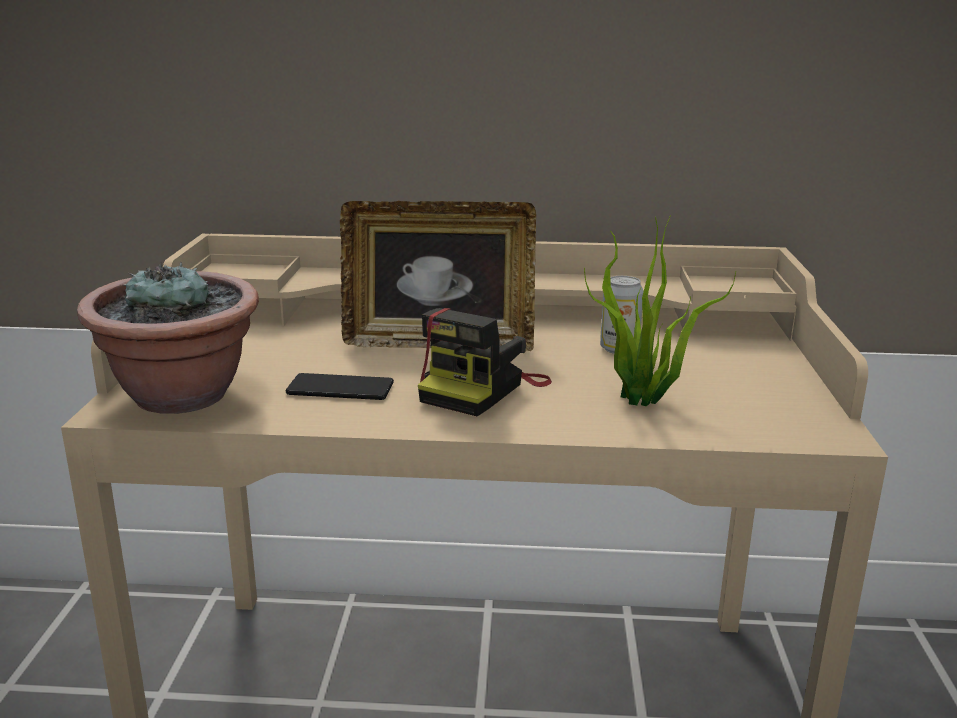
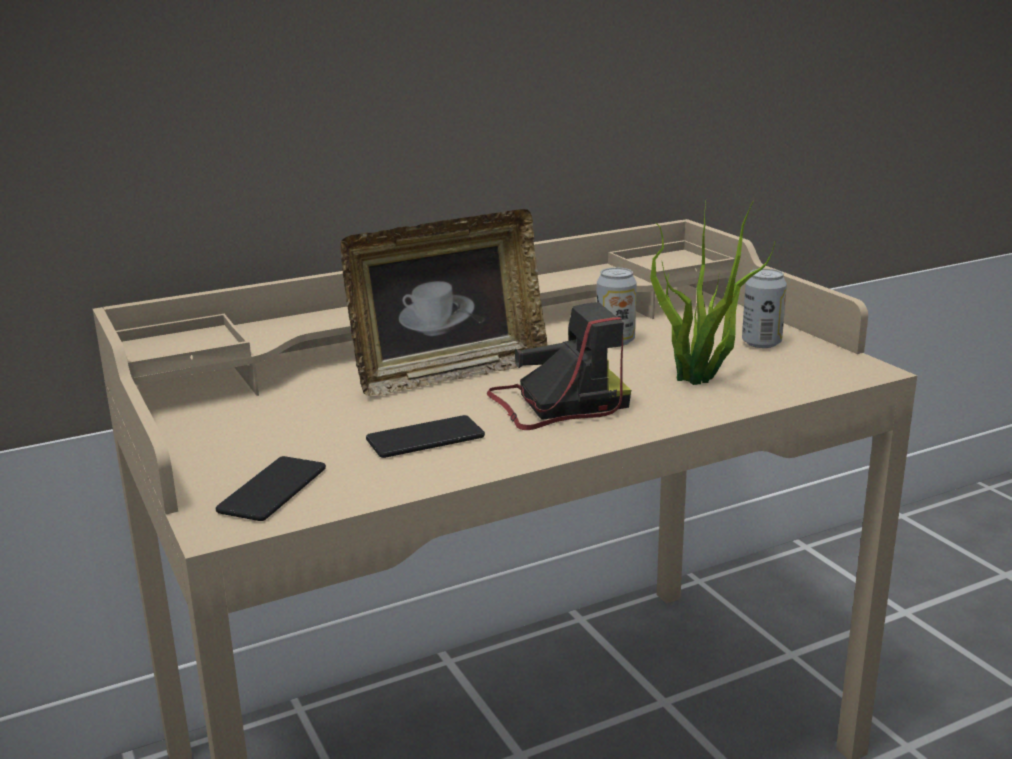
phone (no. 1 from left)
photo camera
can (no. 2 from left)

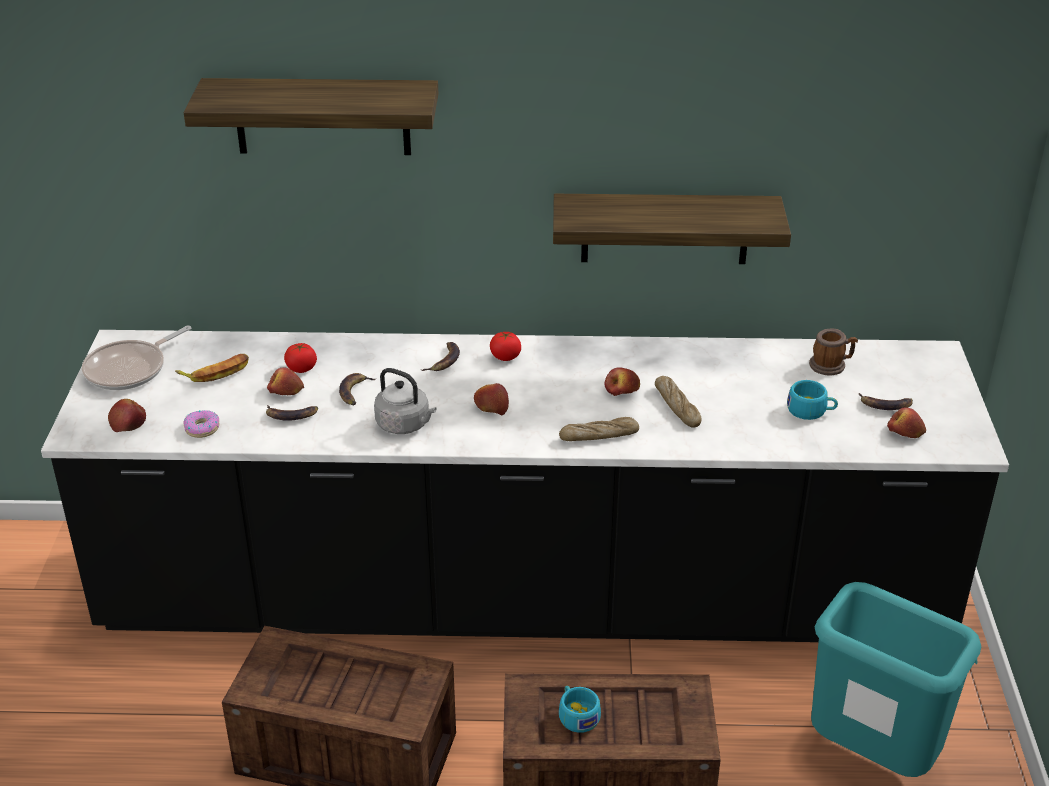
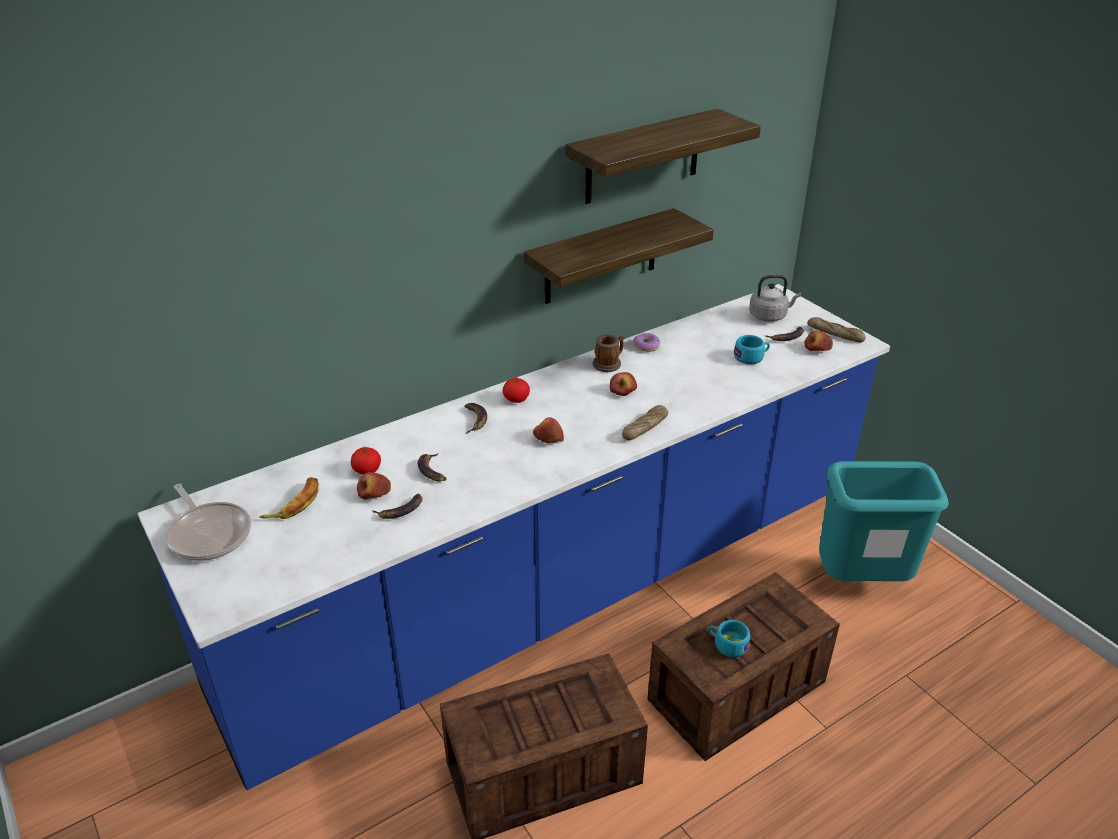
counter (blue)
frying pan
apple (no. 1 from left in the first image)
donut
shelf (no. 2 from left)
kettle (grey)
bread (no. 2 from left)
mug

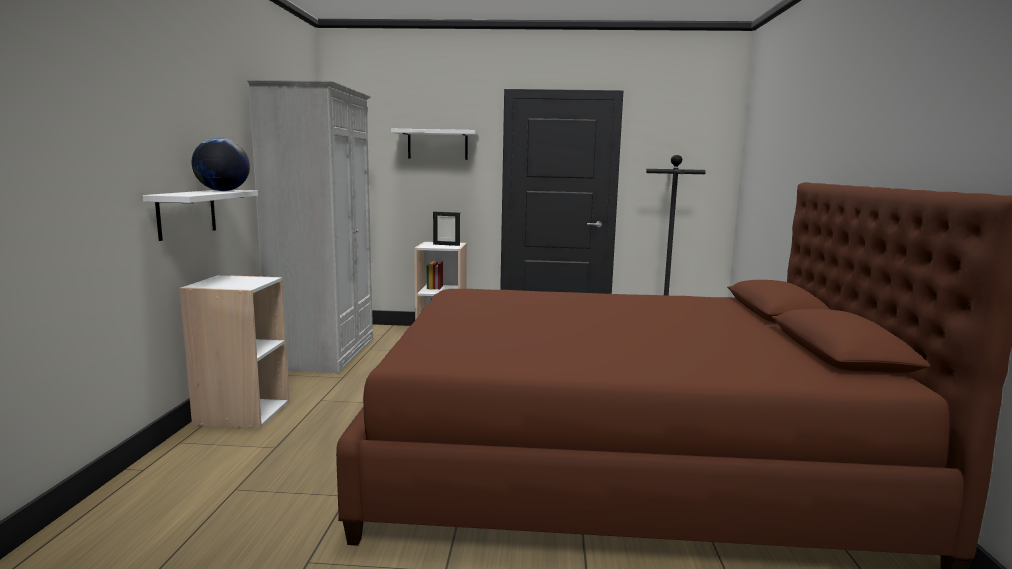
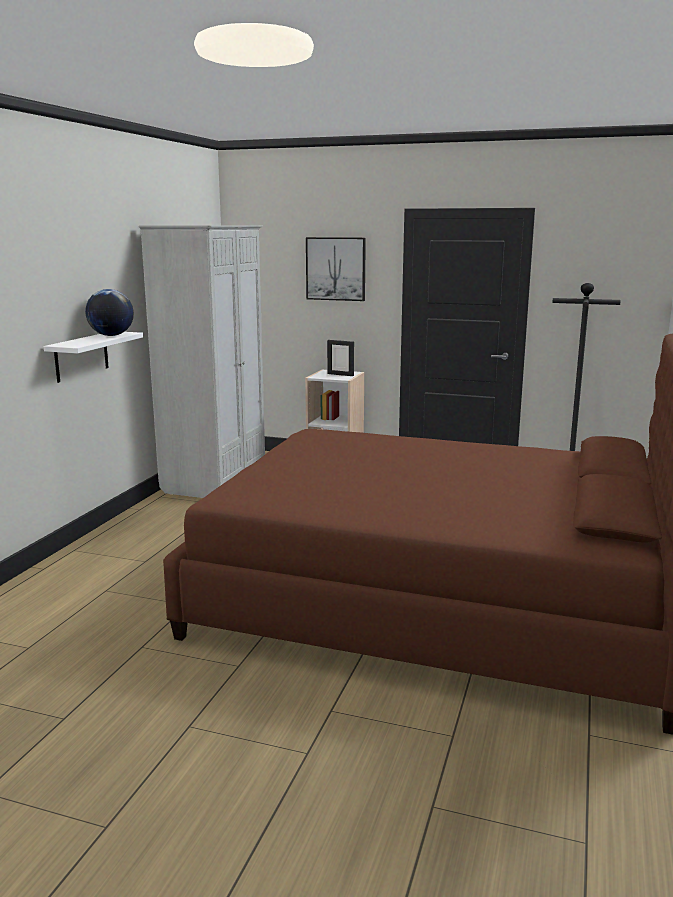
bookcase (no. 1 from left in the first image)
picture

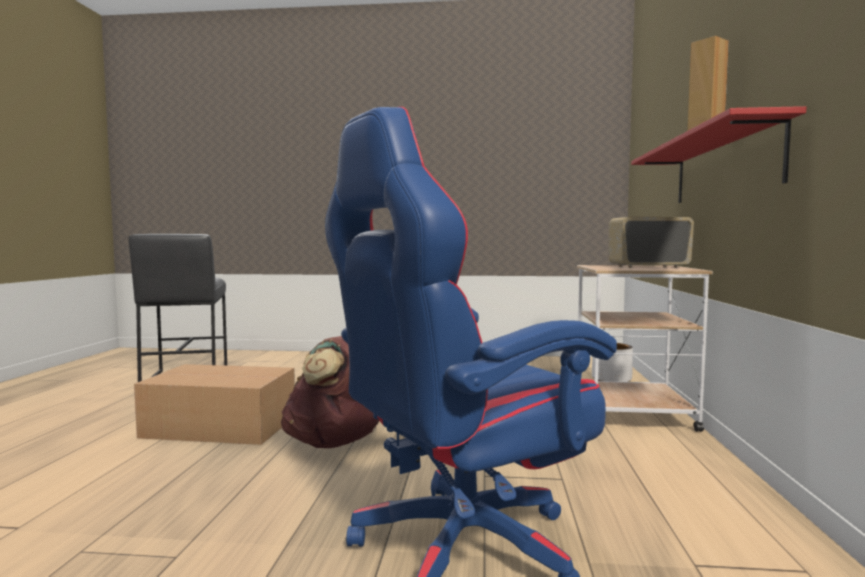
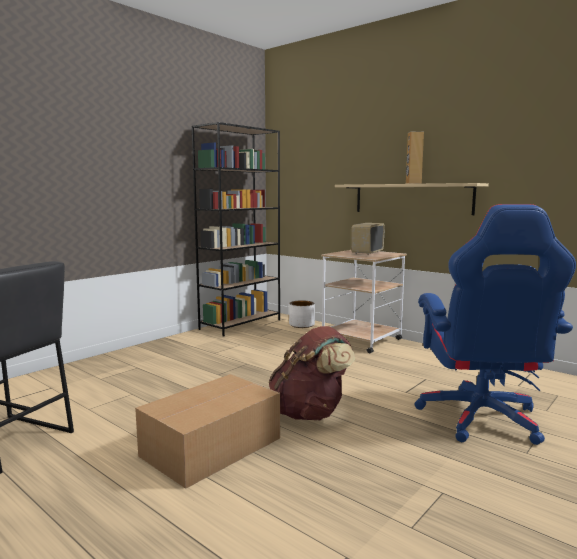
shelf (beige)
bookcase (beige)

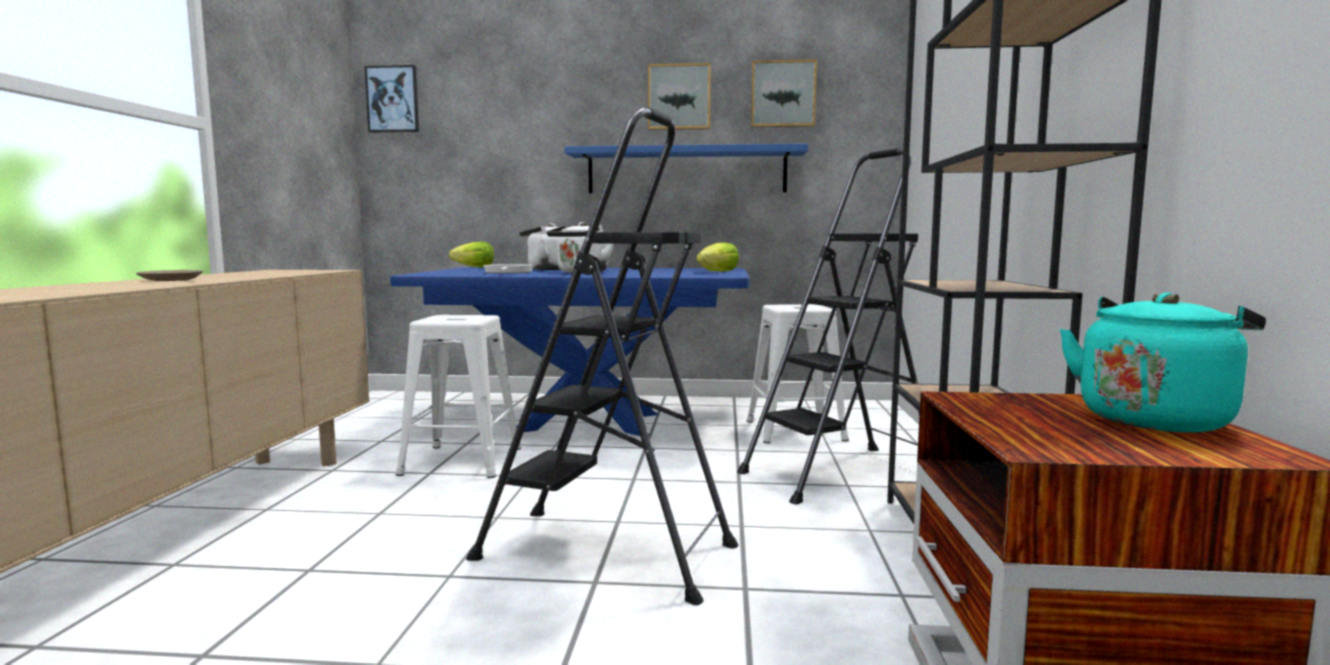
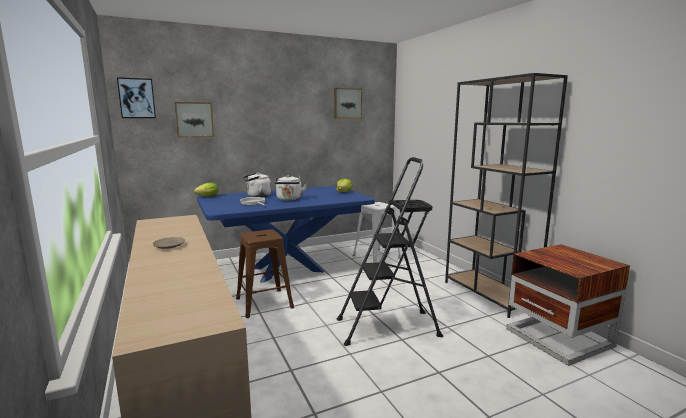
stool (brown)
shelf (blue)
picture (no. 2 from left)
step ladder (no. 2 from left in the first image)
kettle (turquoise)

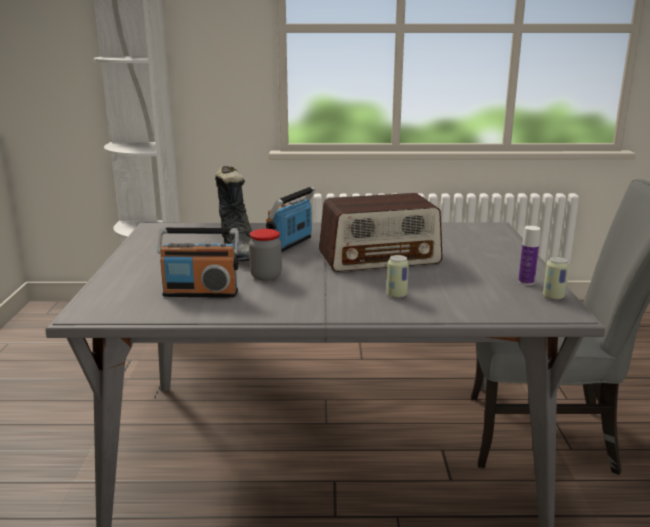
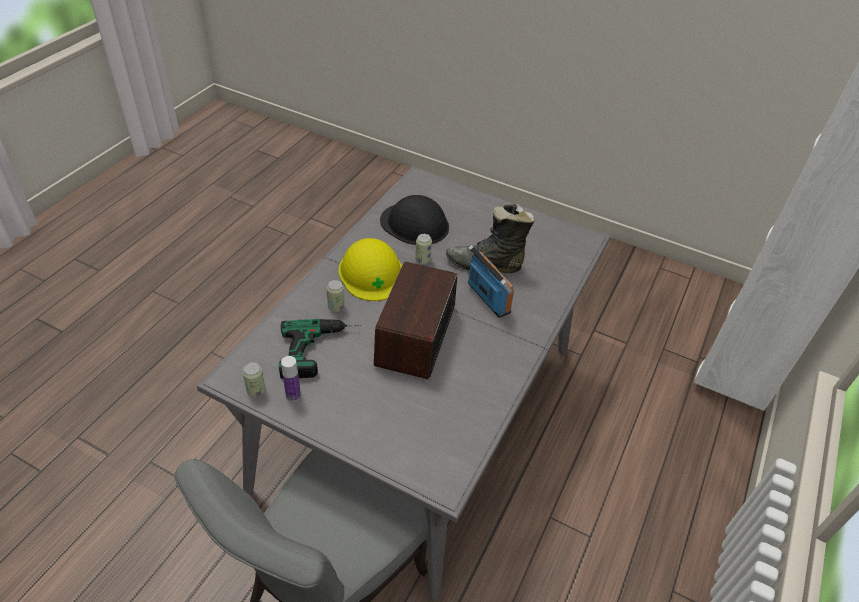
hard hat (black)
can (no. 3 from left)
power drill
hard hat (yellow)

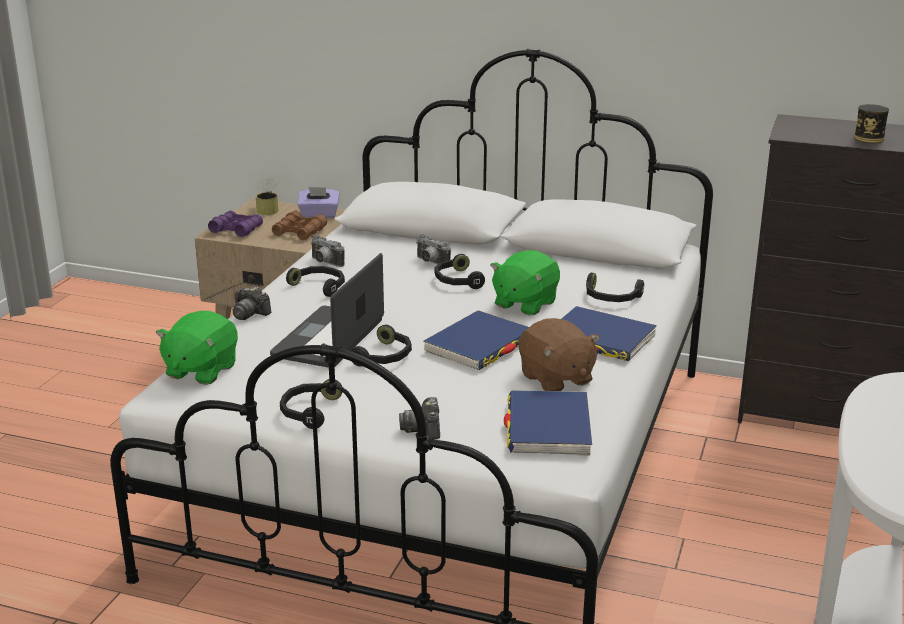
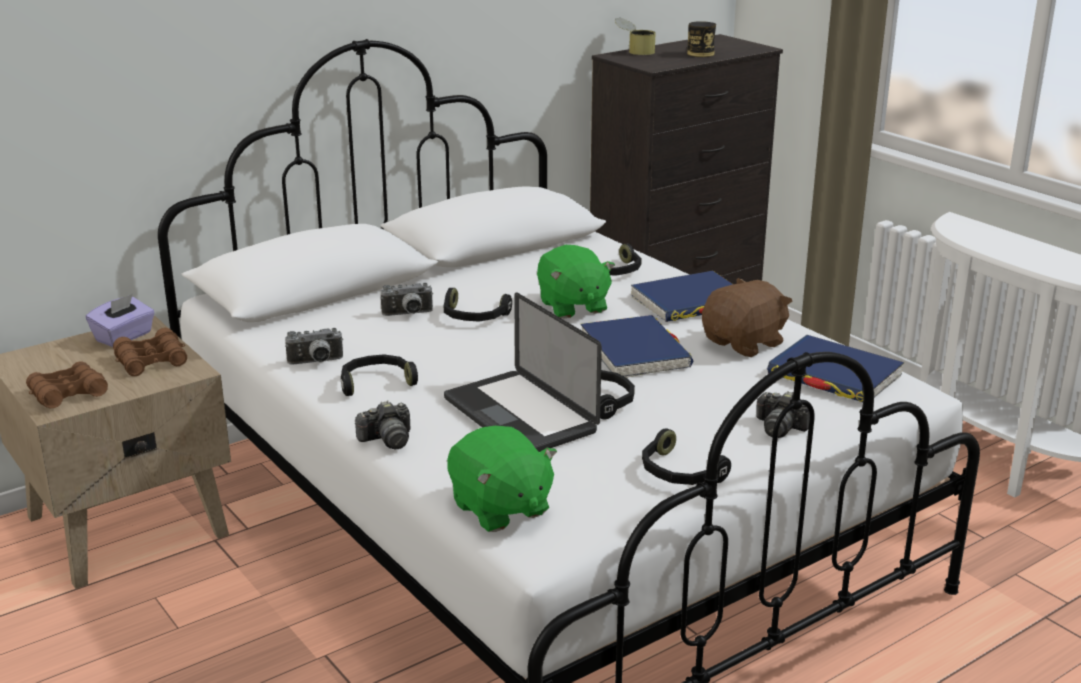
binoculars (brown) (no. 1 from left)
can (no. 1 from left)
plush toy (brown)

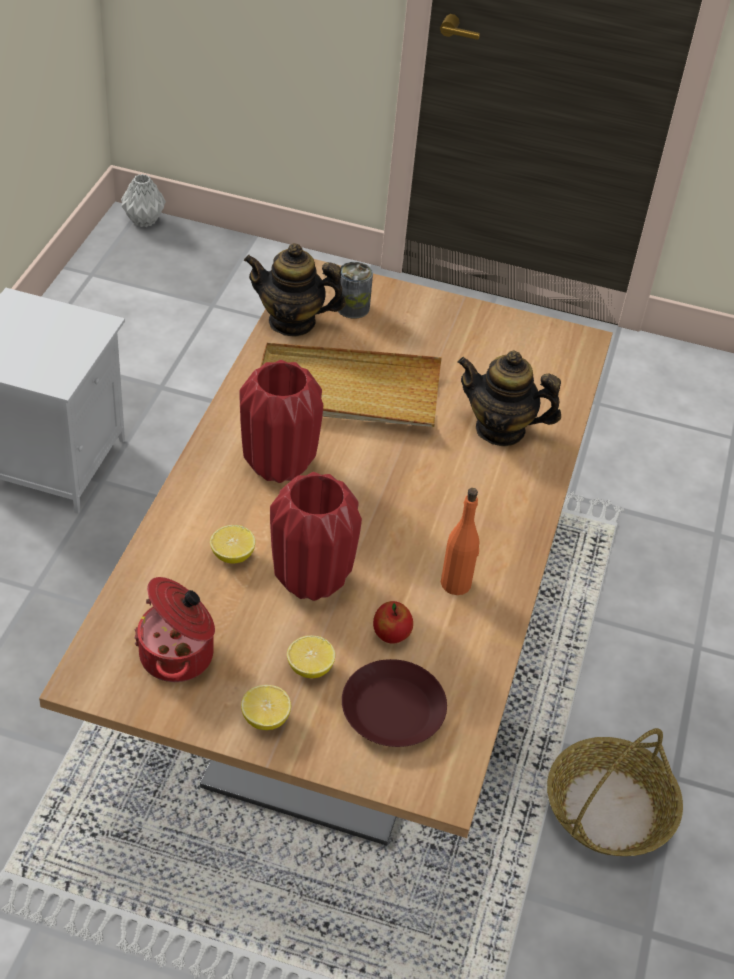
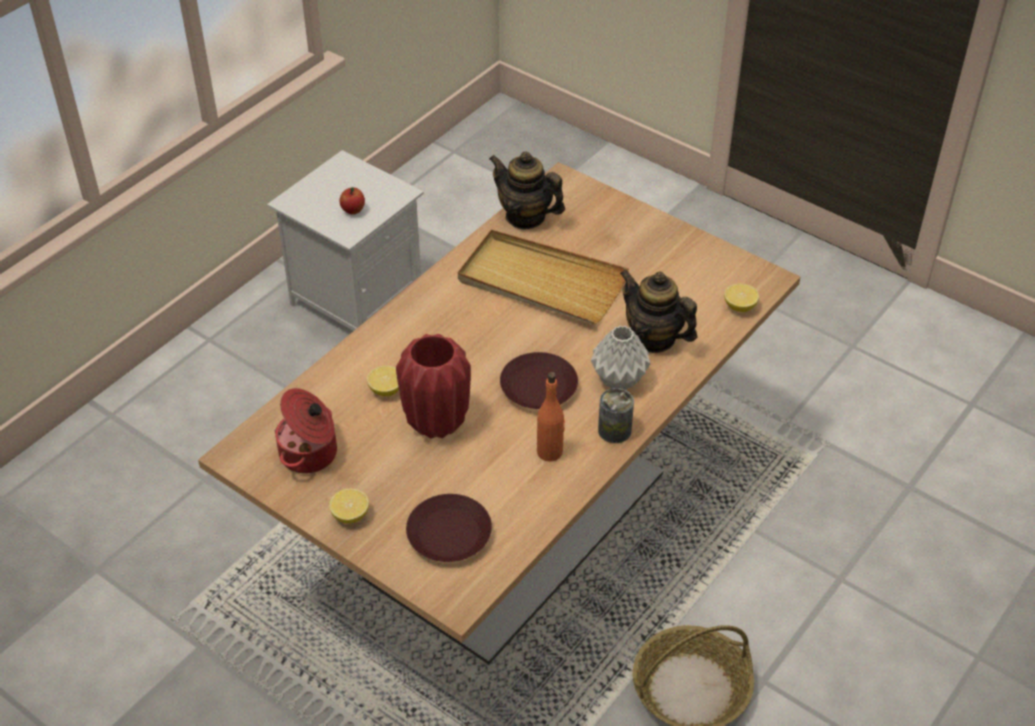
vase (grey)
vase (red) (no. 1 from left in the first image)
lemon (no. 3 from left)
can
apple
plate (brown) (no. 2 from left)

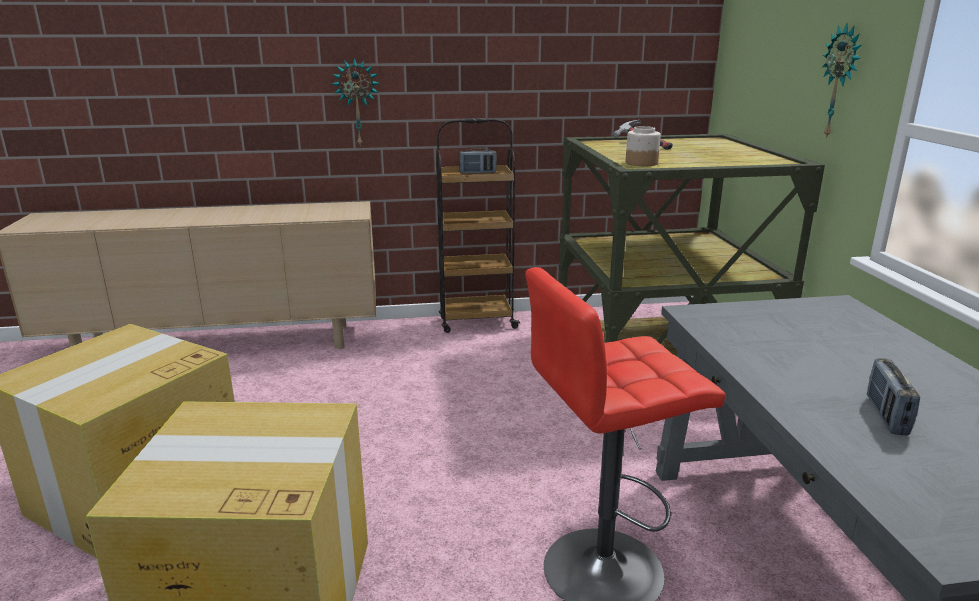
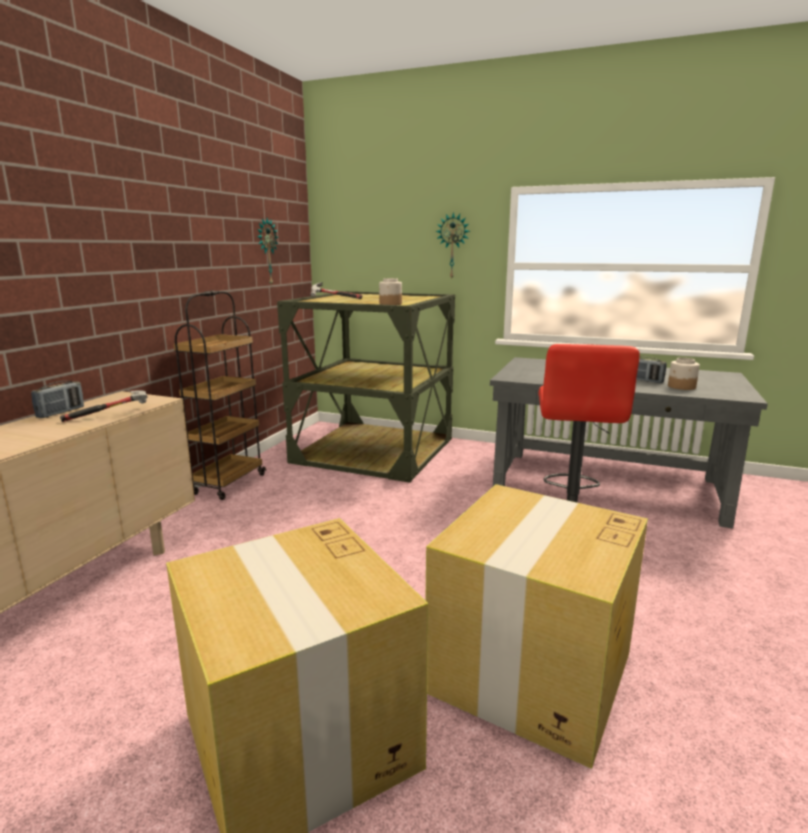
wall clock (no. 1 from left)
radio (no. 1 from left)
hammer (no. 1 from left)
jar (no. 2 from left)

